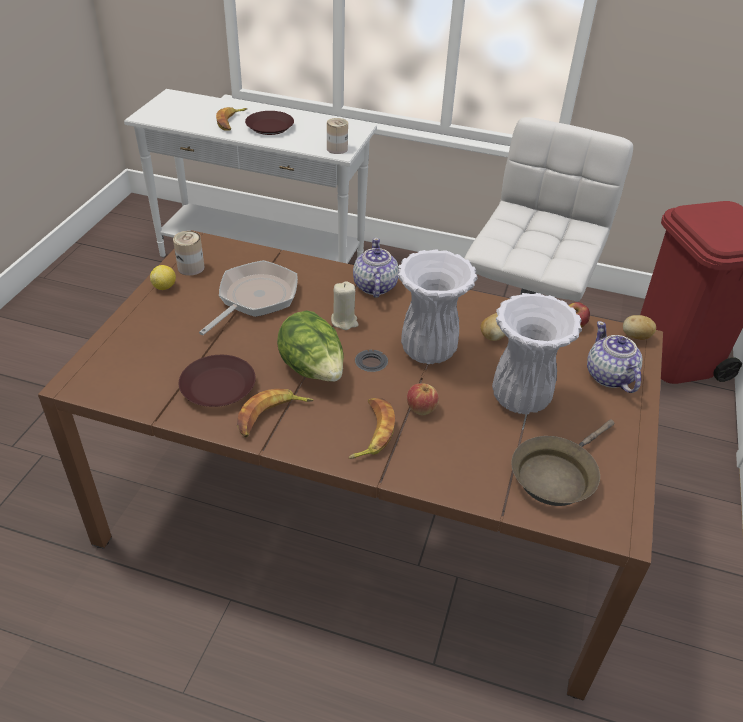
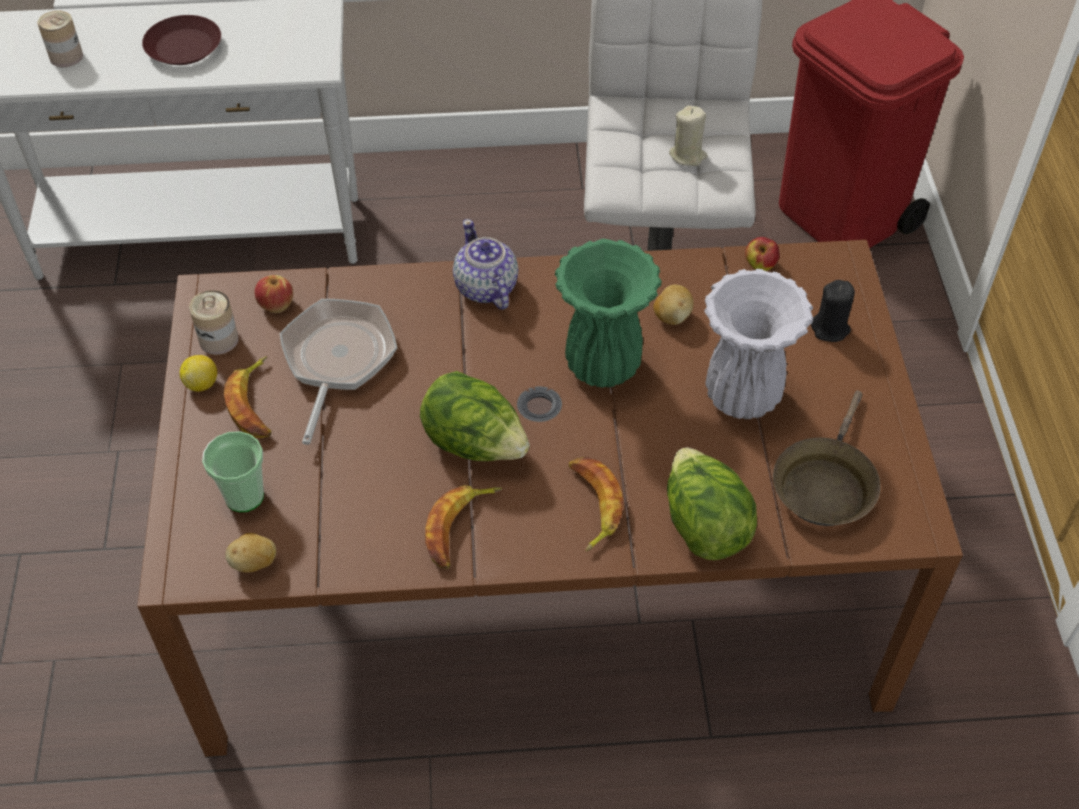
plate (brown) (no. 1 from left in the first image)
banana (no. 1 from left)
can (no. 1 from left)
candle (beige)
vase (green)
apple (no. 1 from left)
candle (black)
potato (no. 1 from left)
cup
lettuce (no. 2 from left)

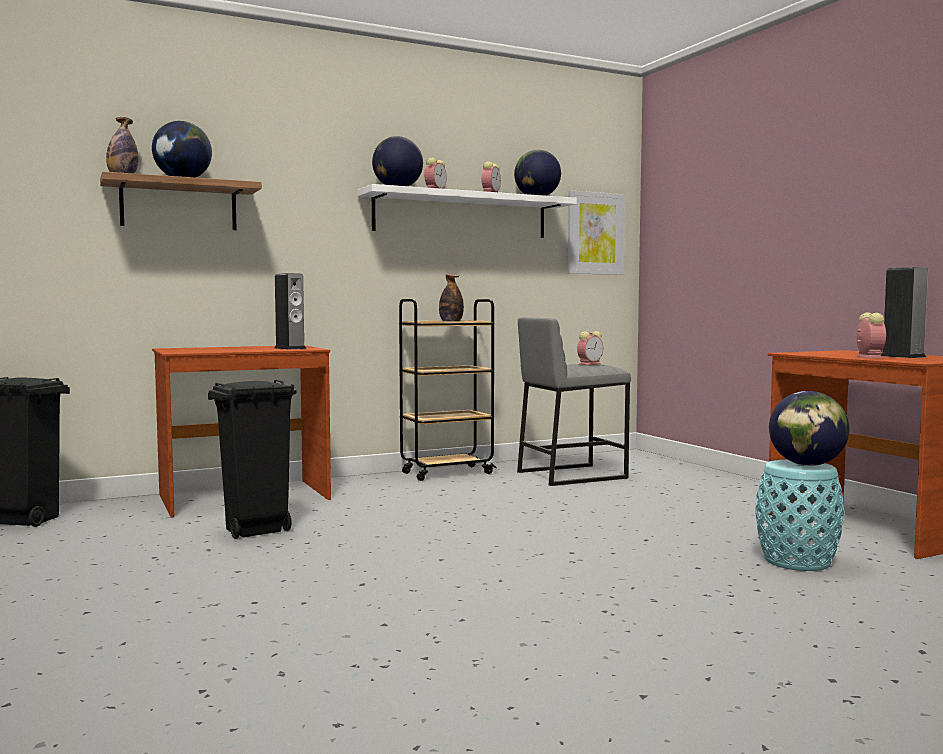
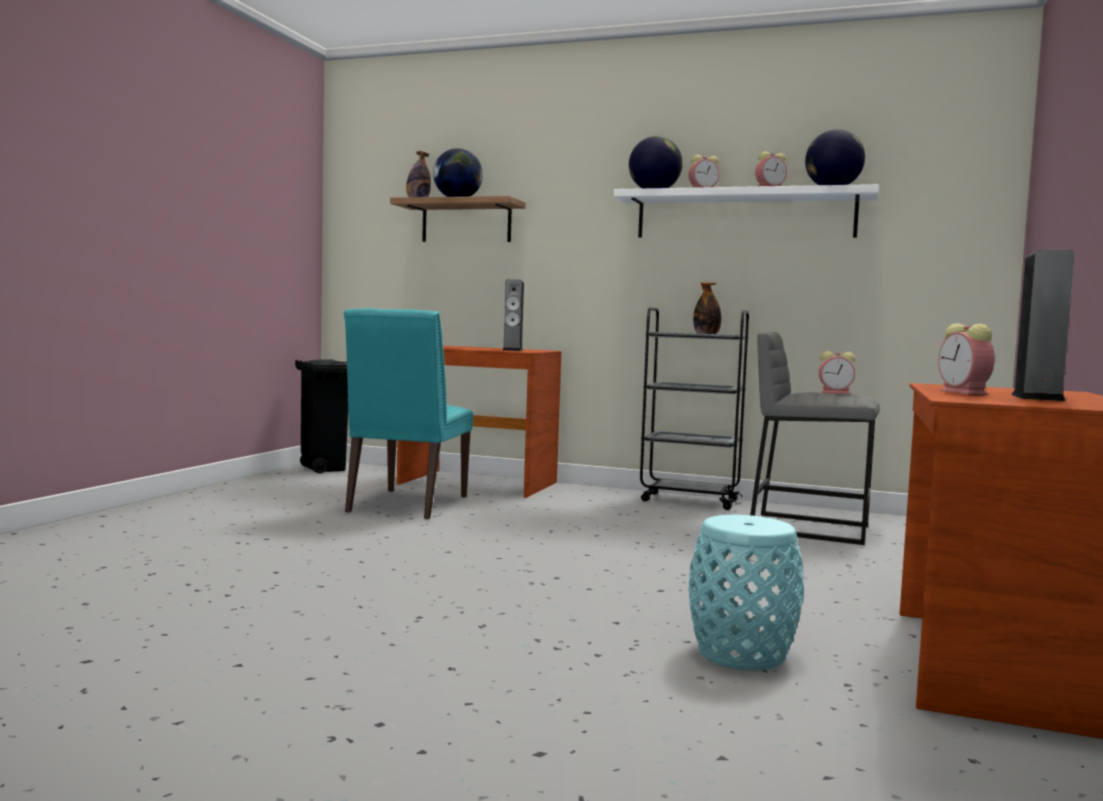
chair (turquoise)
cart (grey)
picture
globe (no. 4 from left in the first image)
alarm clock (no. 4 from left)

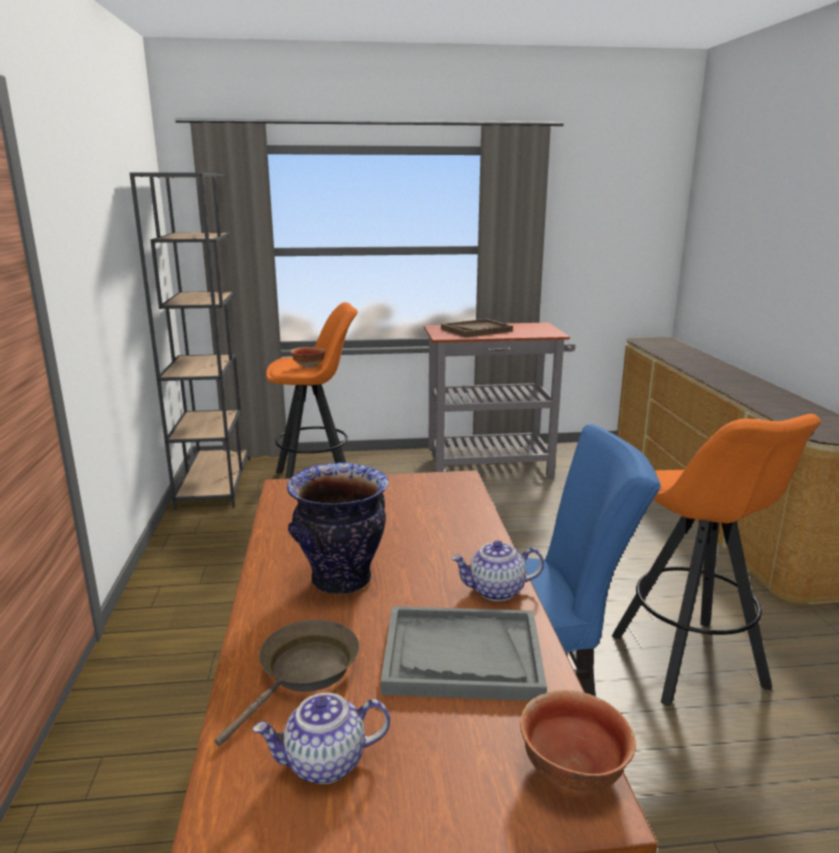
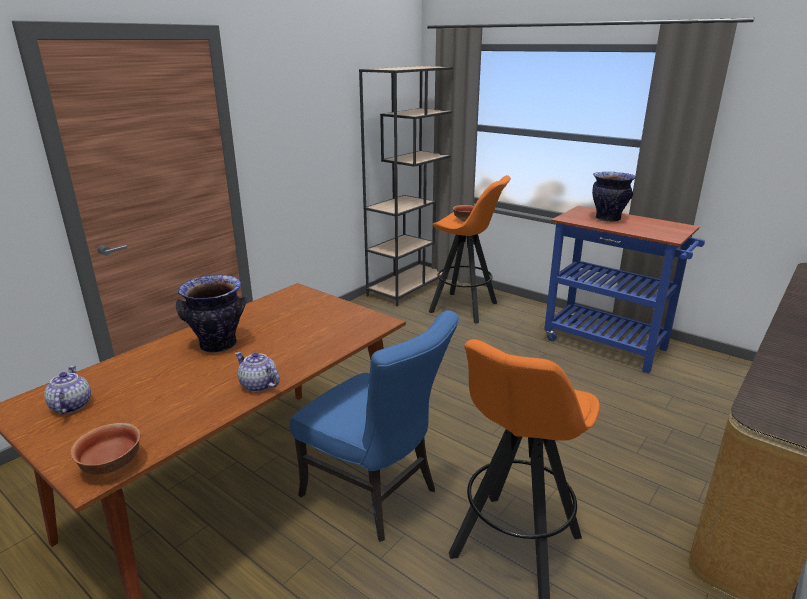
frying pan (brown)
teapot (no. 1 from left)
tray (grey)
cart (blue)
vase (no. 2 from left)

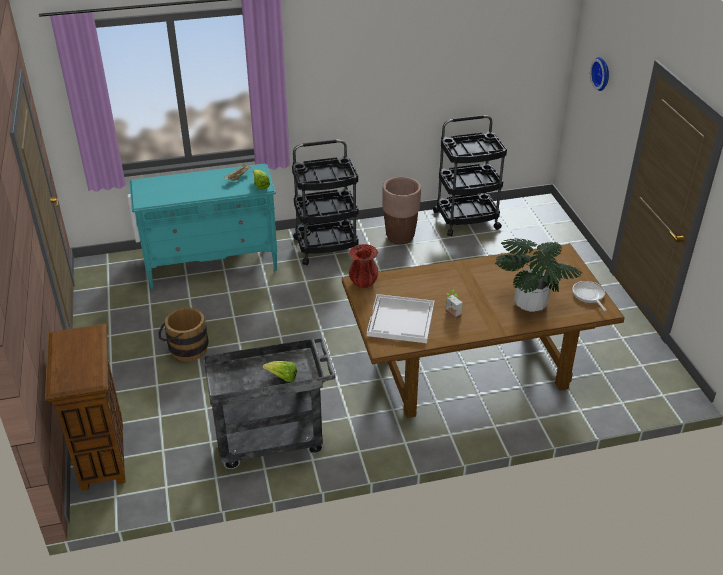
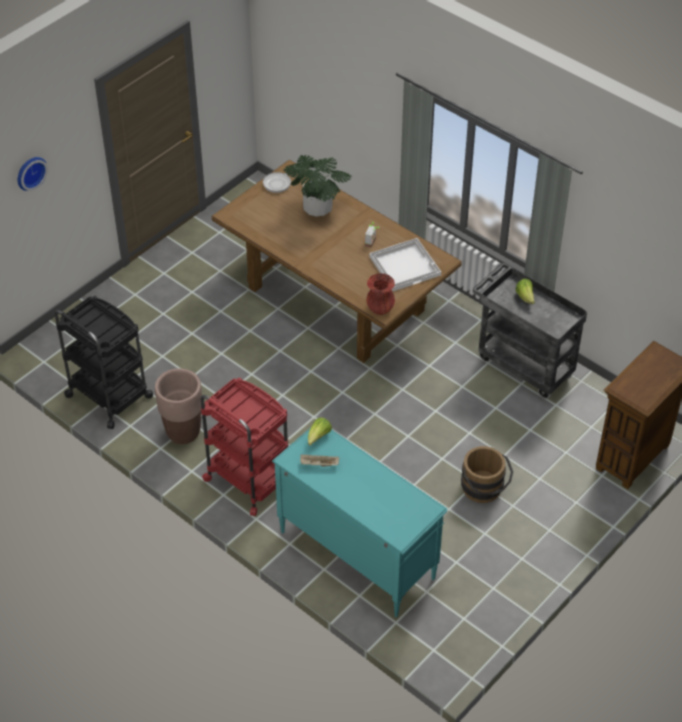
cart (red)

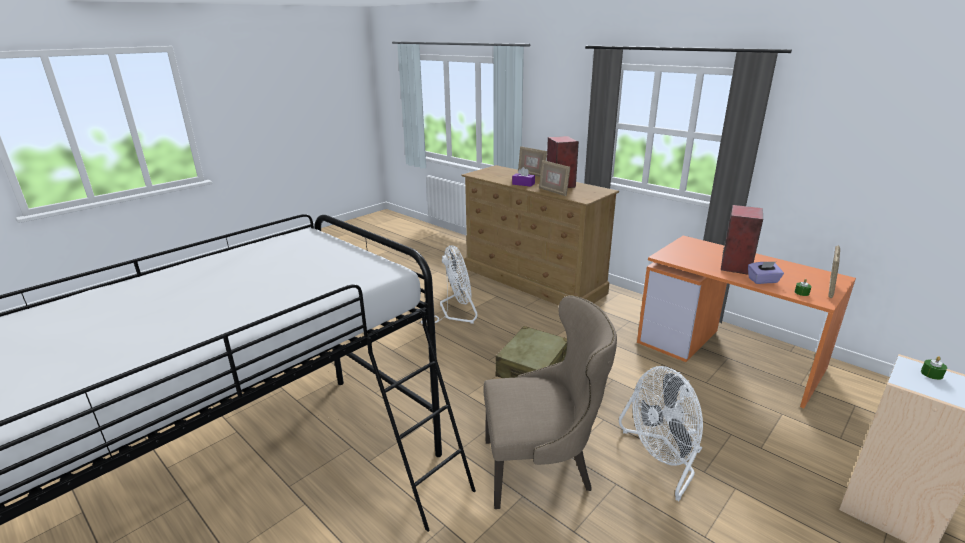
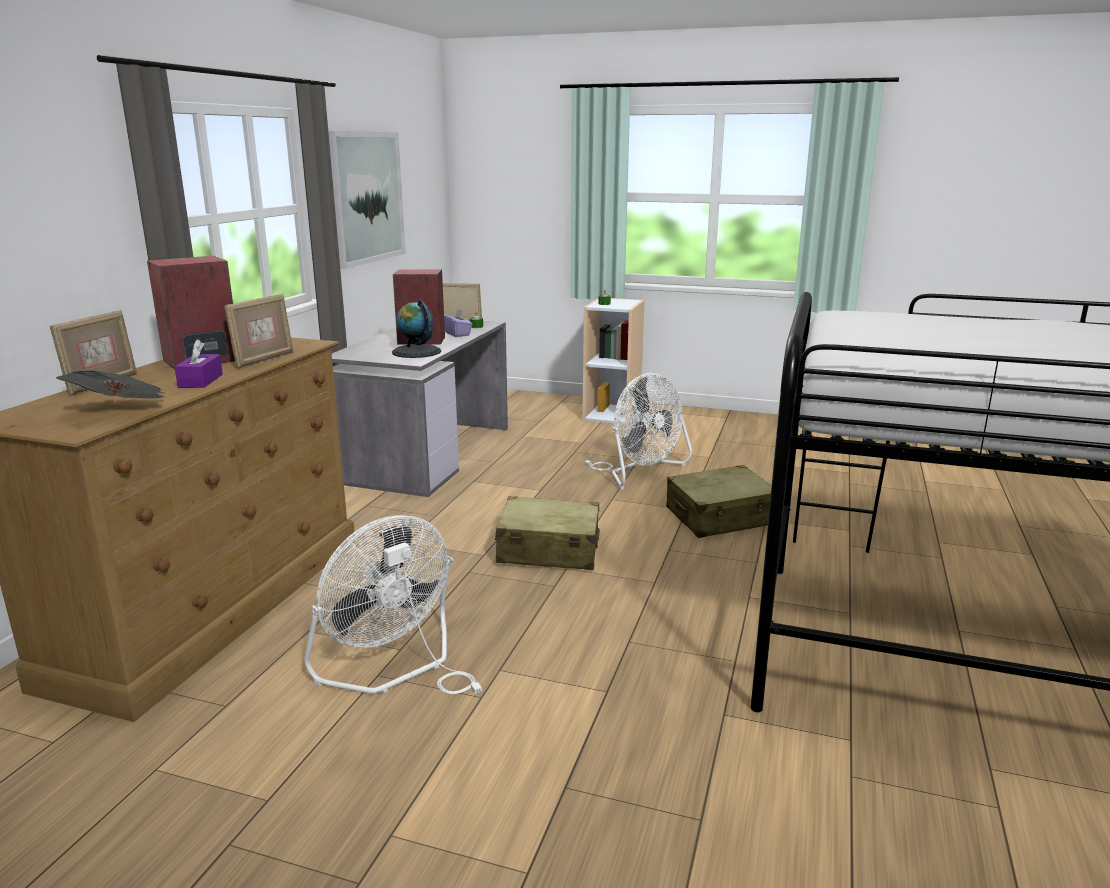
suitcase (beige) (no. 2 from left)
desk (grey)
newspaper
picture
globe

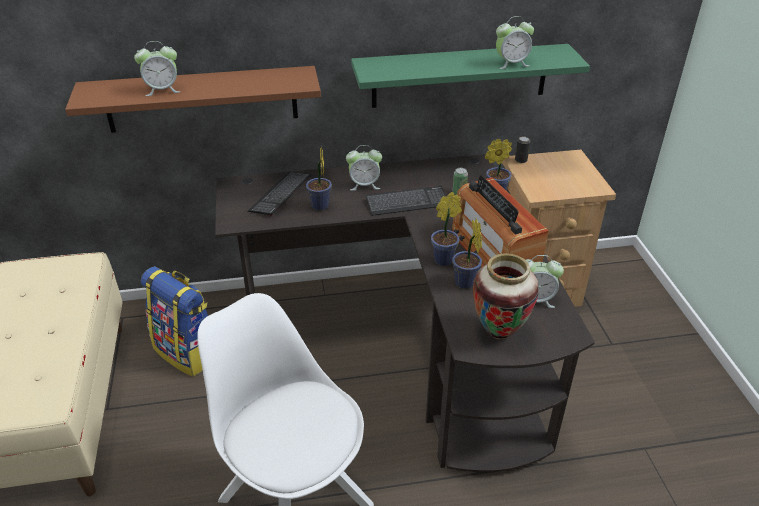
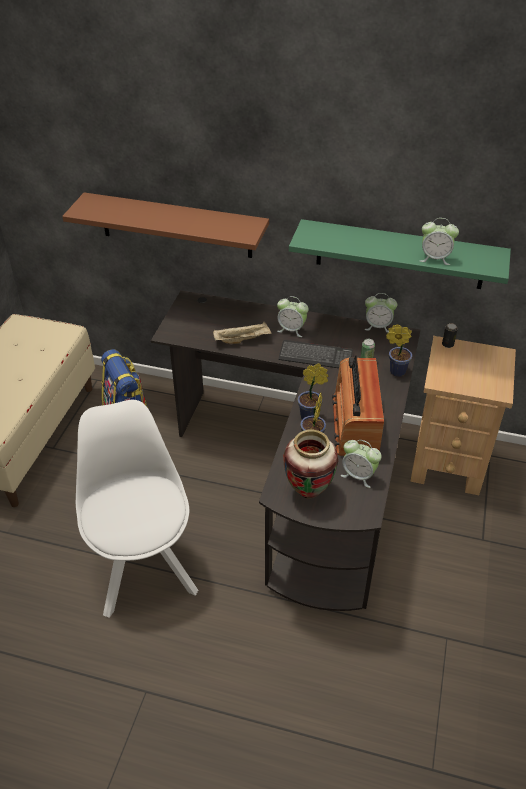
alarm clock (no. 3 from left)
keyboard (no. 1 from left in the first image)
tray (beige)

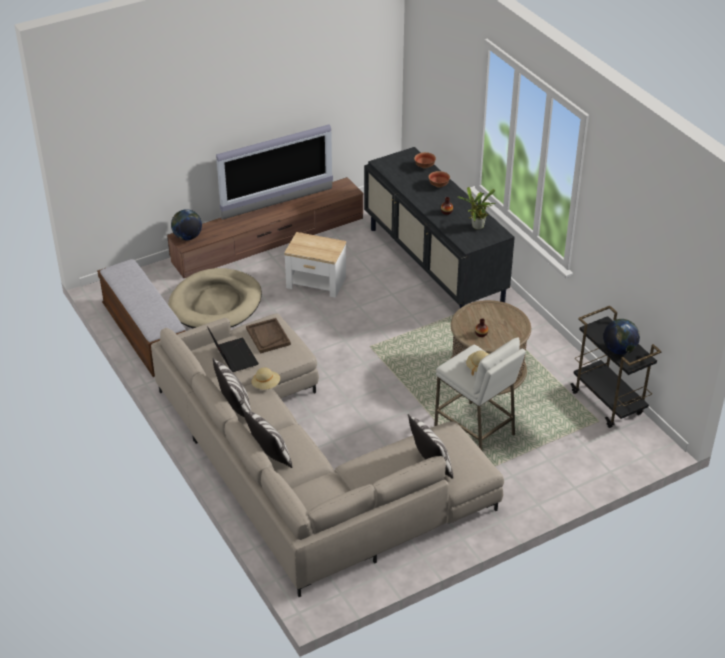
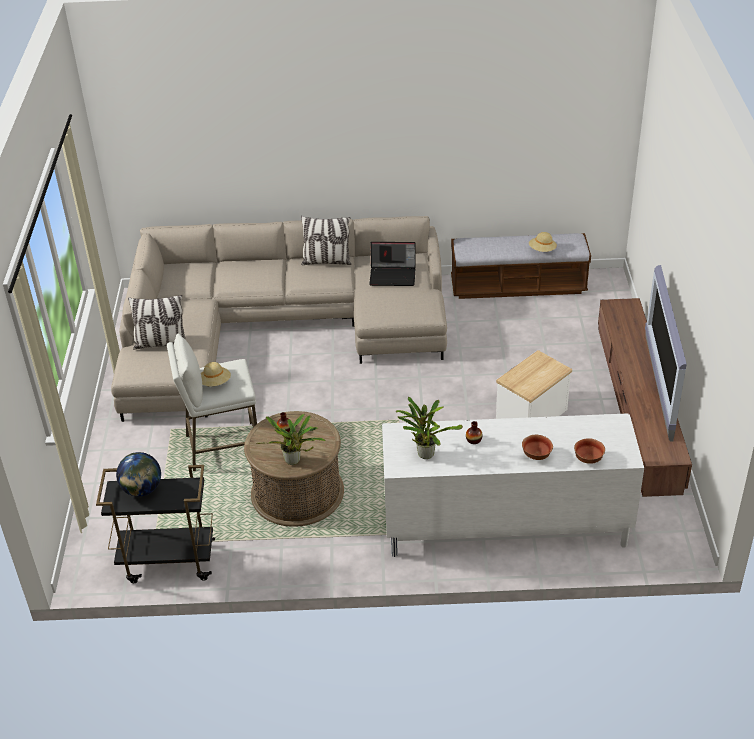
dog bed (beige)
globe (no. 1 from left in the first image)
pillow (no. 2 from left in the first image)
tray (brown)
hat (beige) (no. 2 from left)
cabinet (white)
potted plant (no. 1 from left)

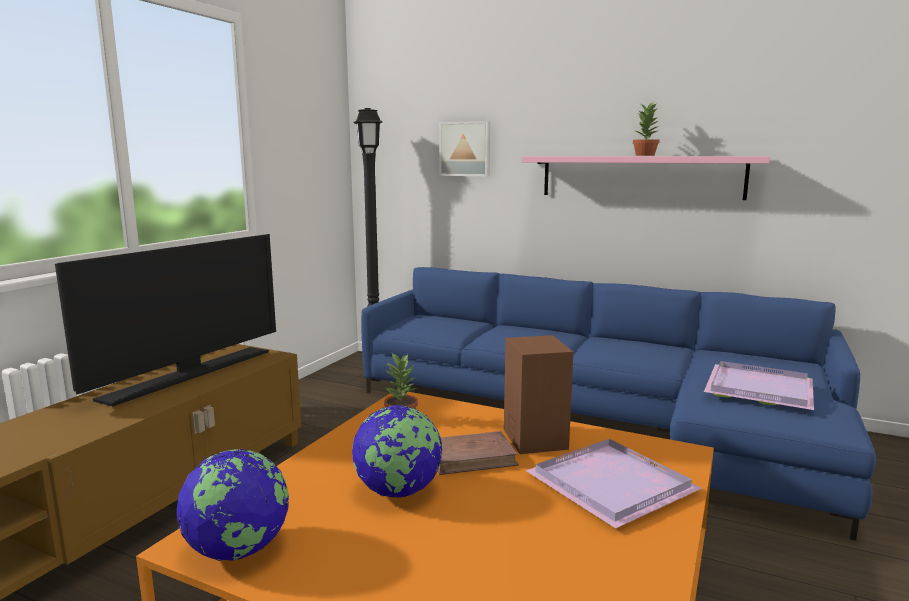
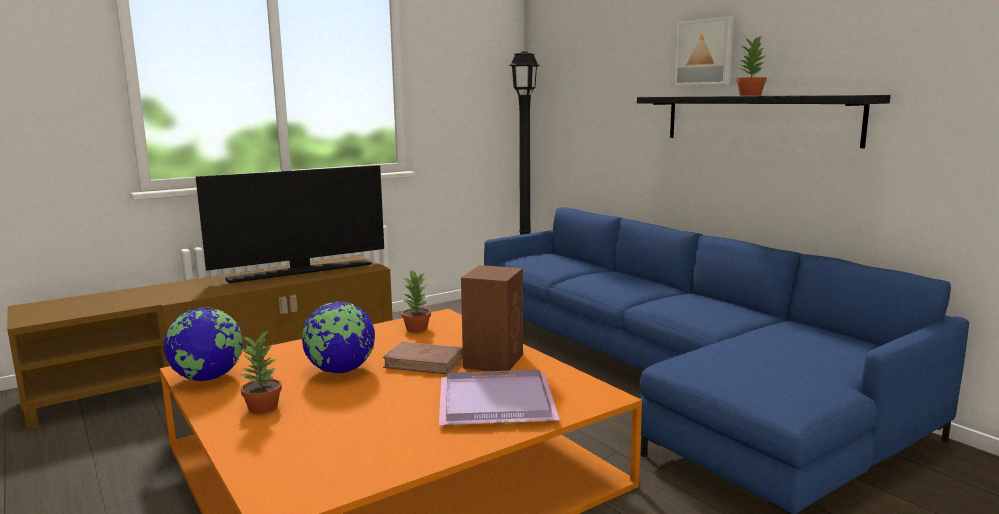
picture
shelf (black)
tray (purple) (no. 2 from left in the first image)
potted plant (no. 1 from left)

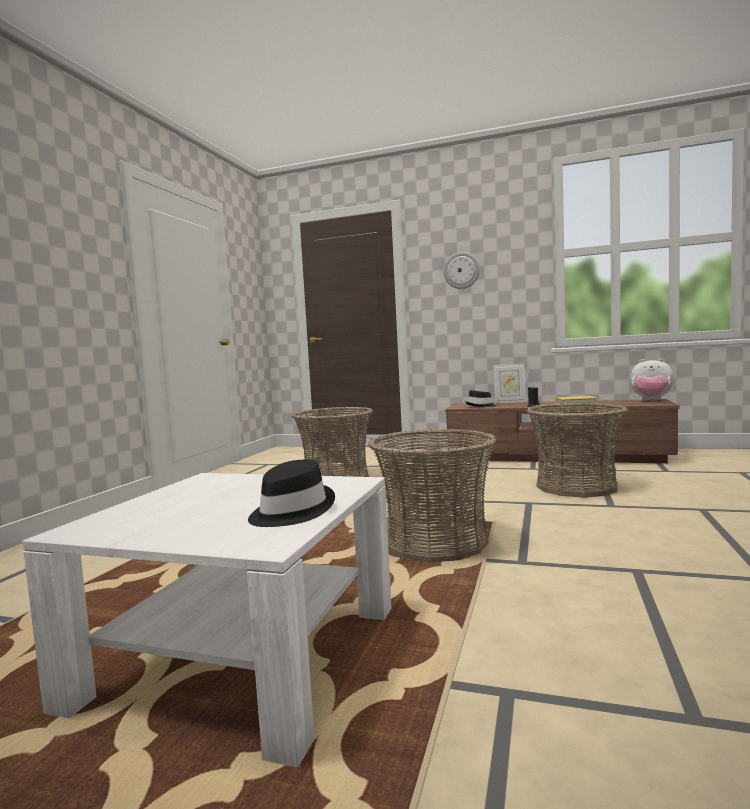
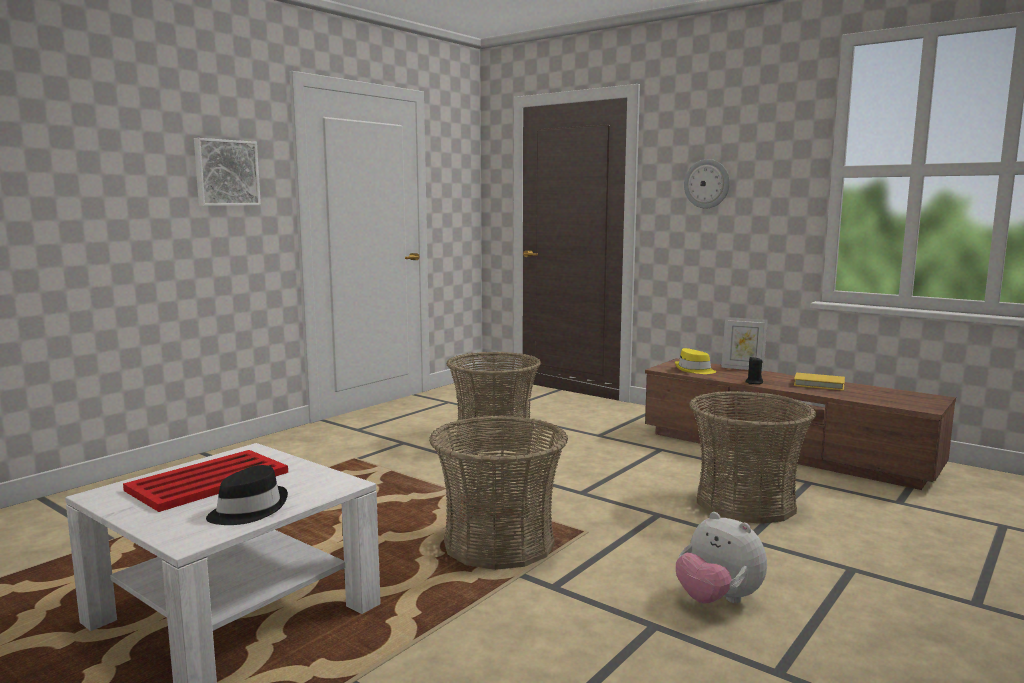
hat (yellow)
plush toy
tray (red)
picture

